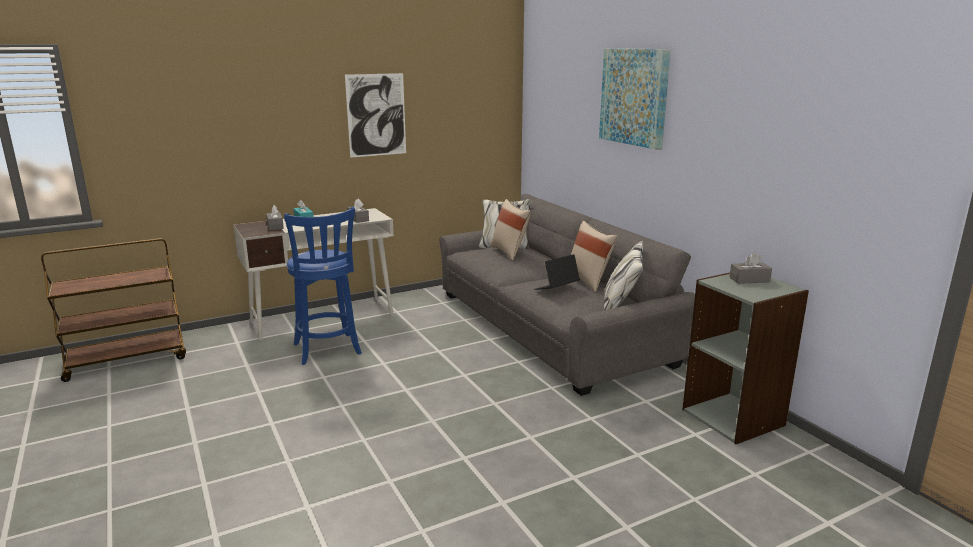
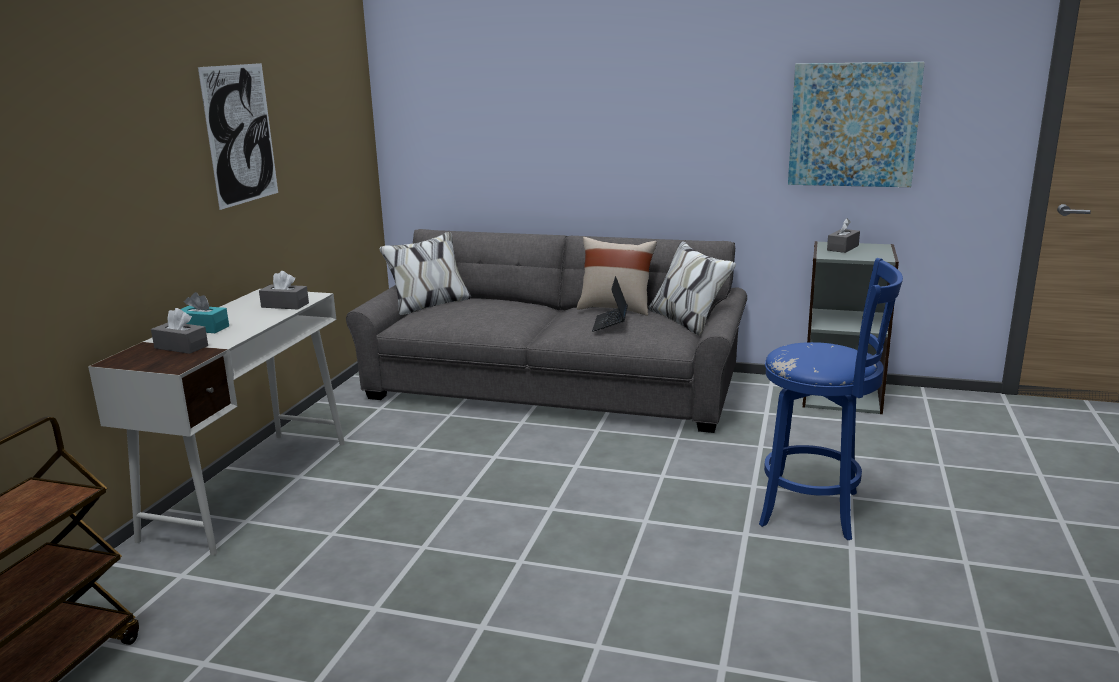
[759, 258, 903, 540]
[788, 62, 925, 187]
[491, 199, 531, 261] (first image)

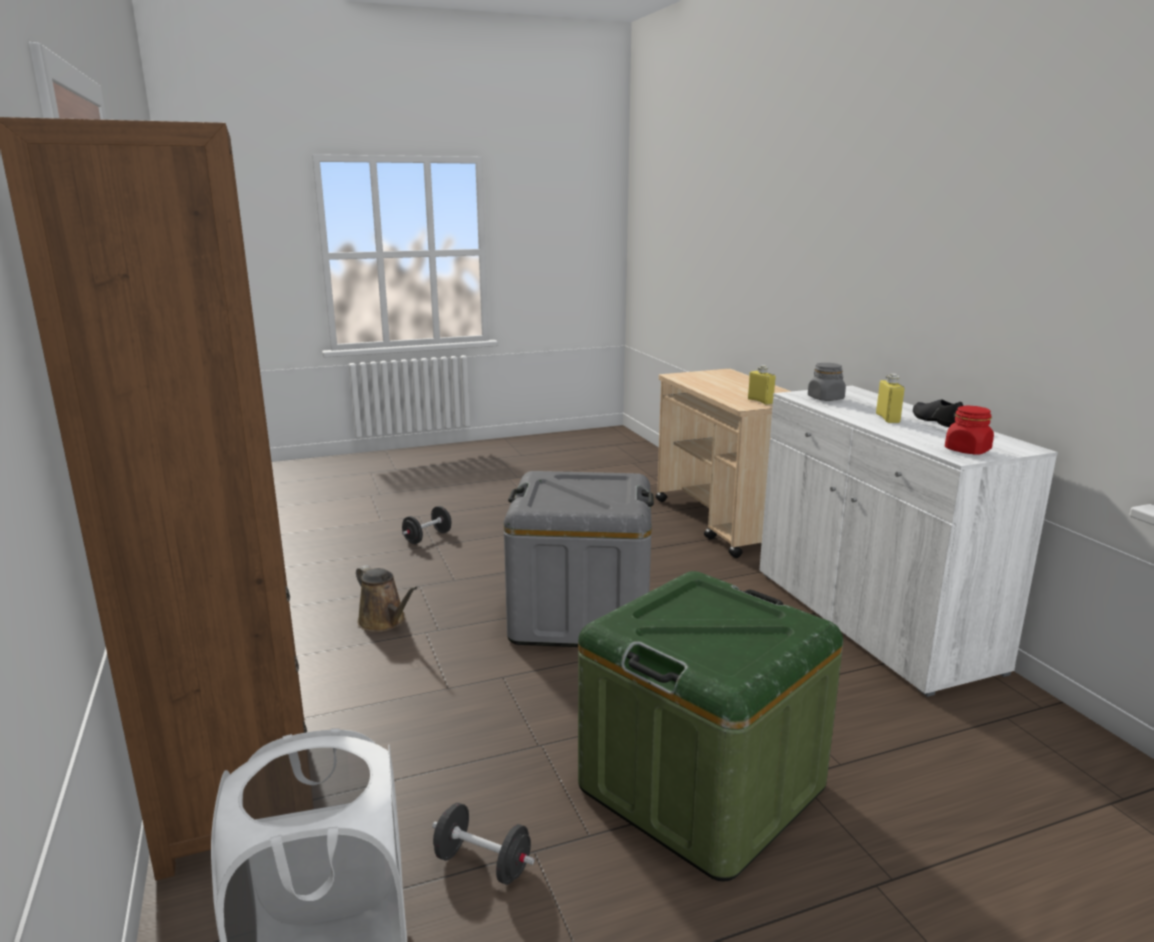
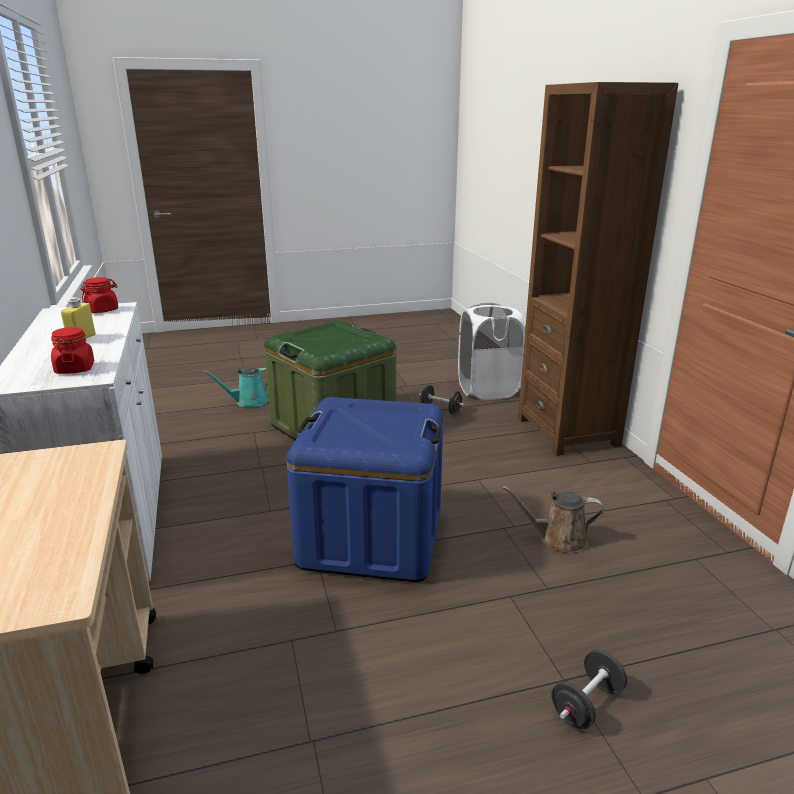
[51, 327, 94, 374]
[203, 367, 269, 407]
[286, 397, 443, 582]
[502, 486, 604, 553]
[748, 365, 776, 405] (first image)
[913, 399, 963, 427] (first image)

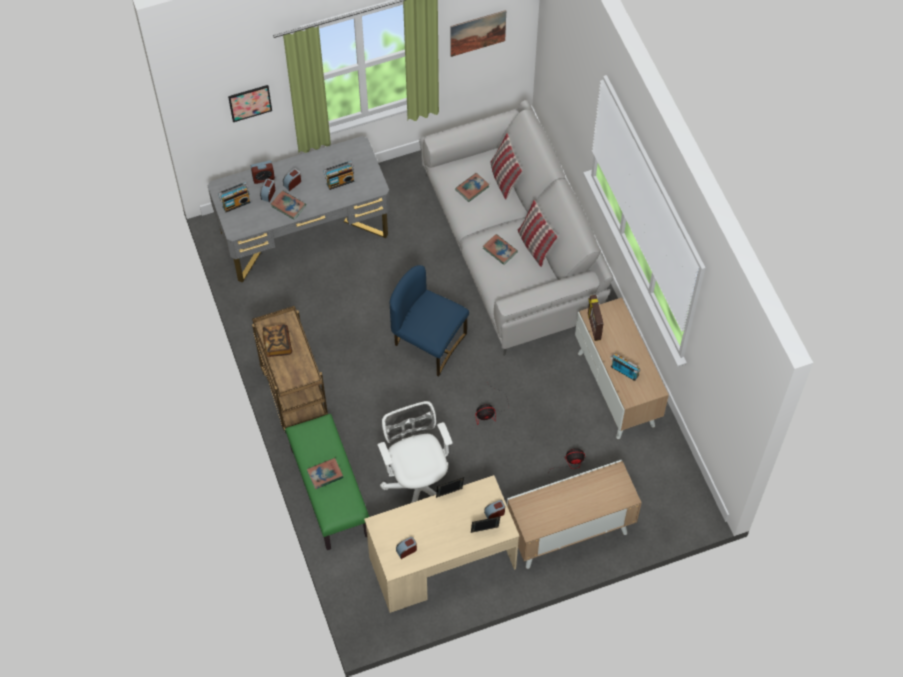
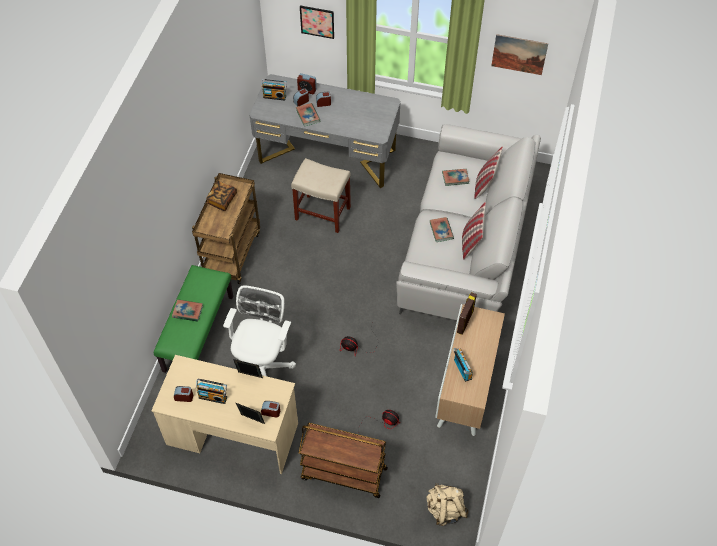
[196, 379, 227, 404]
[291, 158, 351, 233]
[299, 423, 388, 498]
[427, 483, 469, 526]
[390, 265, 469, 377] (first image)

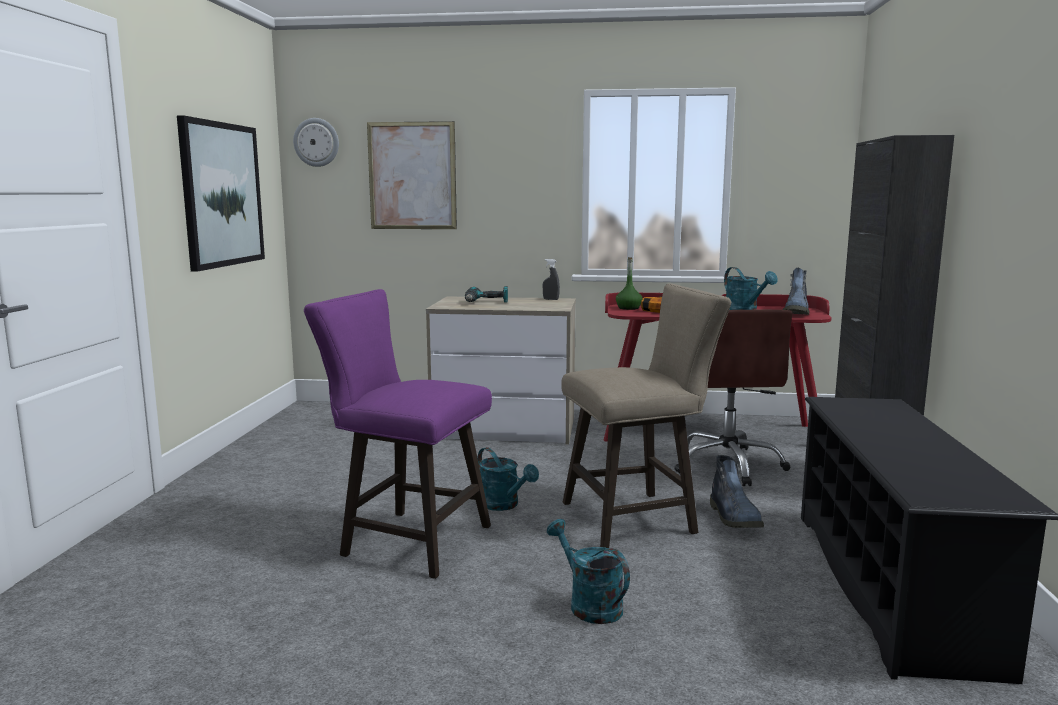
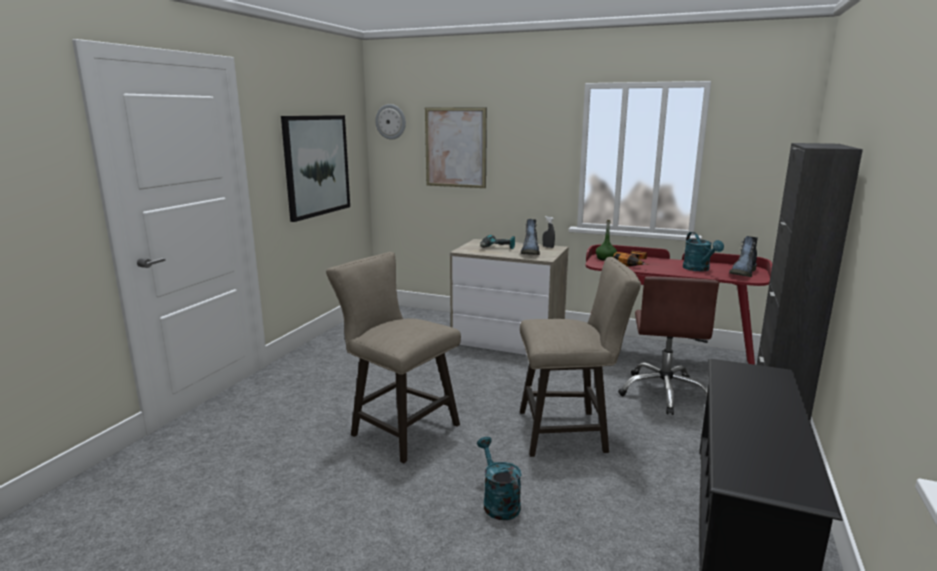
[326, 252, 461, 463]
[521, 219, 540, 255]
[478, 447, 539, 511] (first image)

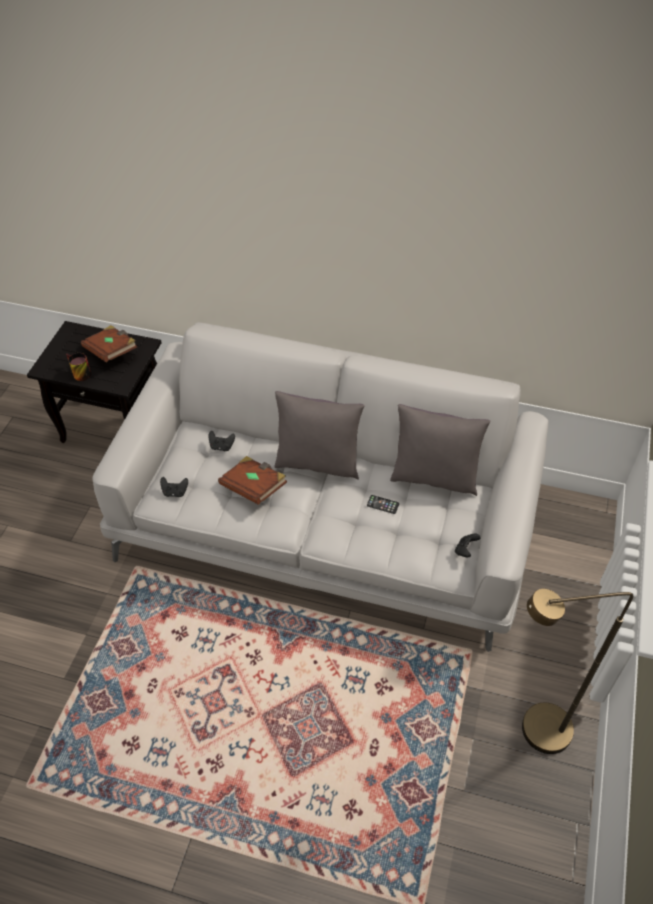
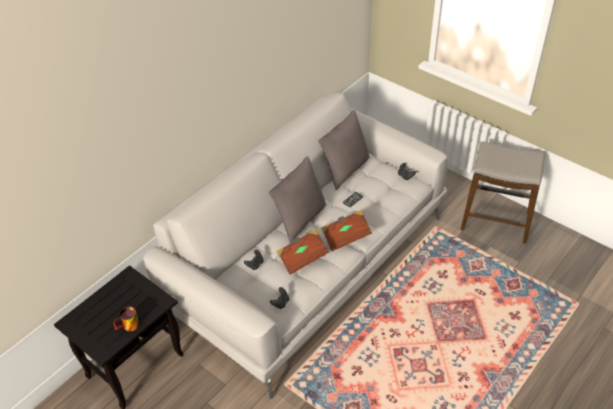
[322, 210, 372, 251]
[460, 141, 545, 244]

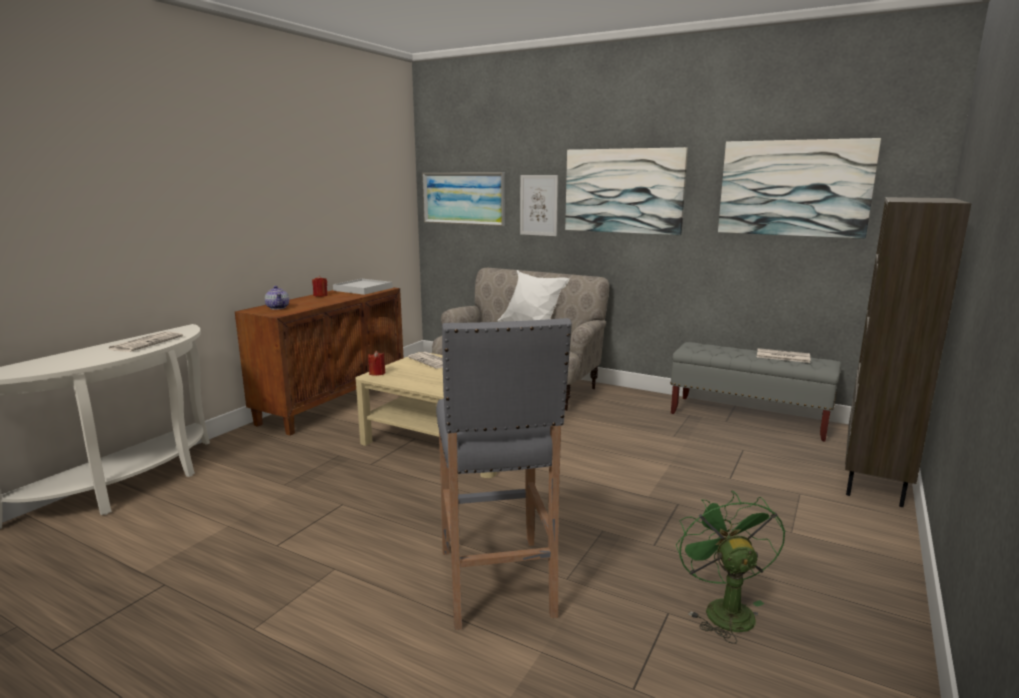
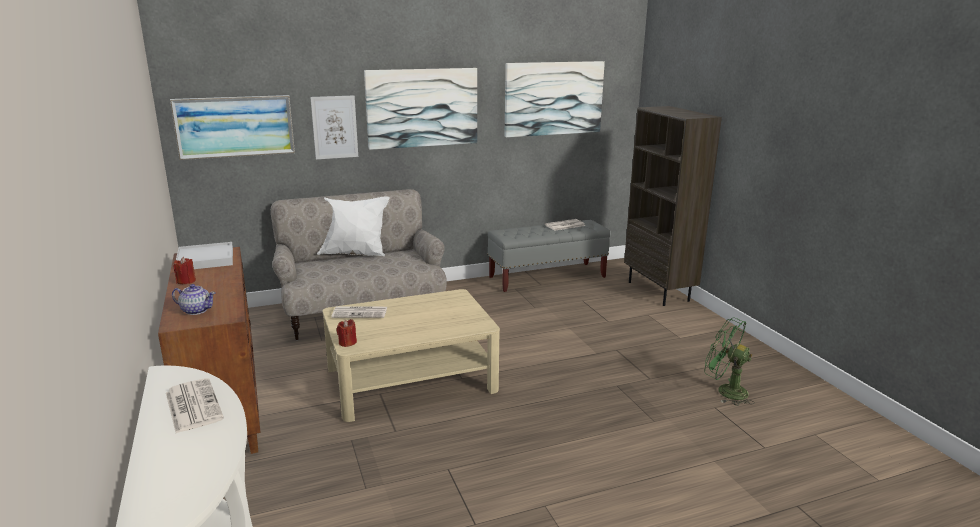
[436, 318, 572, 630] (first image)

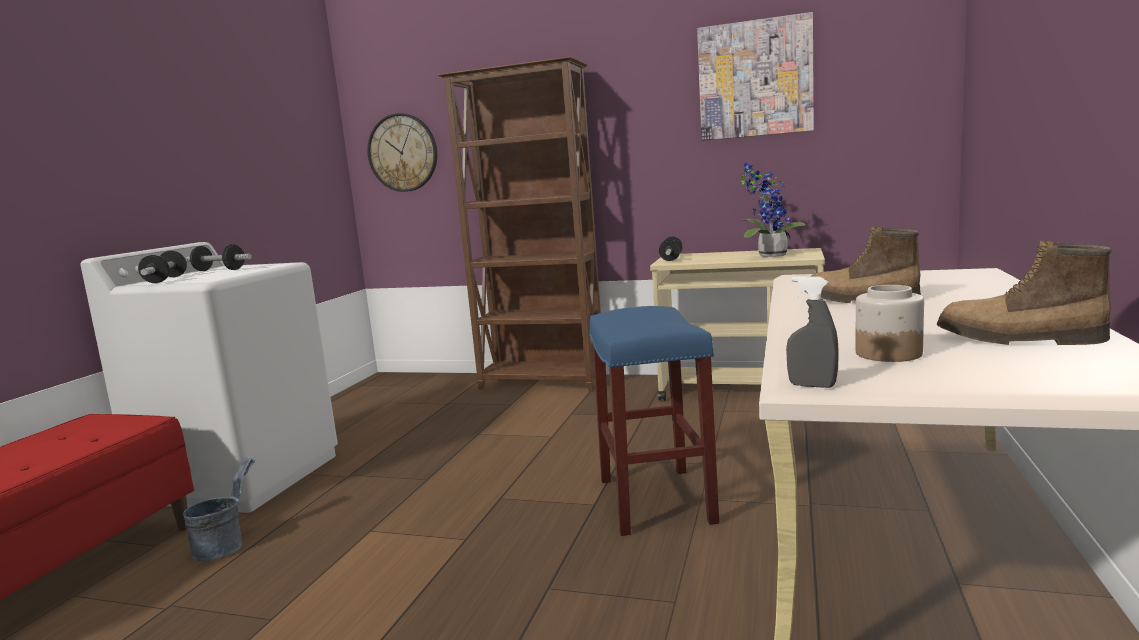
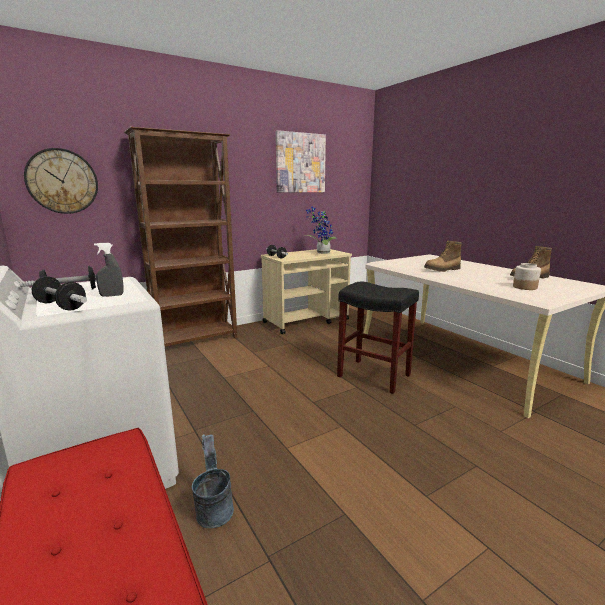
[94, 243, 123, 297]
[337, 282, 419, 394]

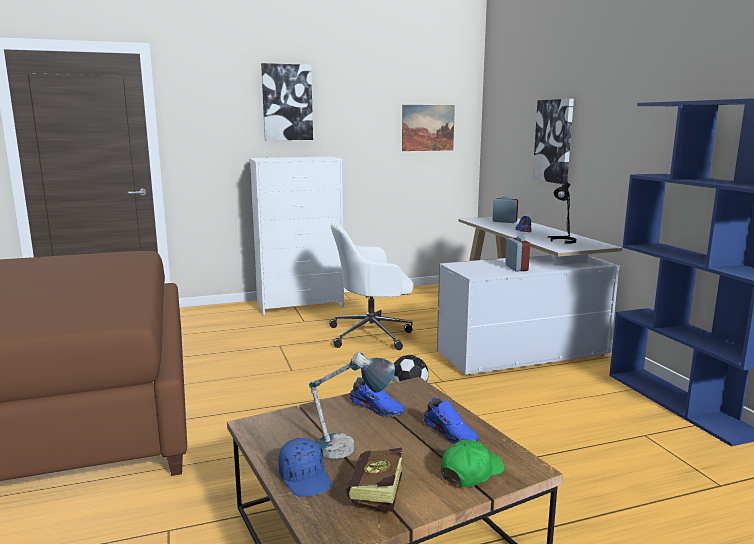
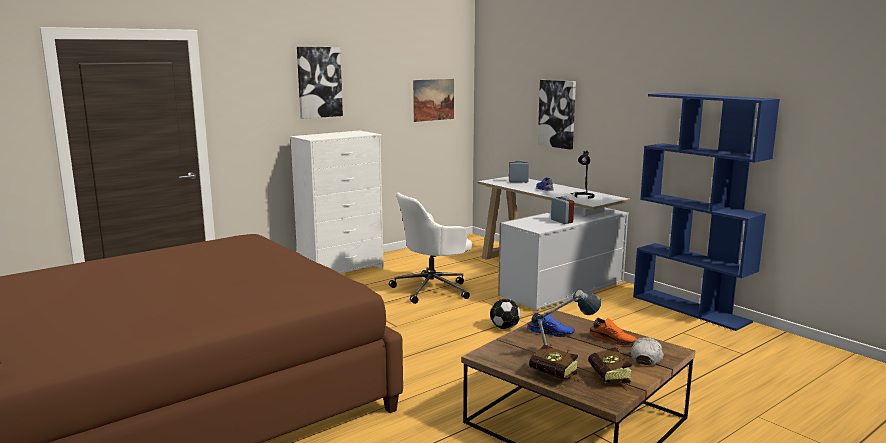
[529, 344, 584, 383]
[589, 318, 637, 345]
[631, 338, 664, 365]

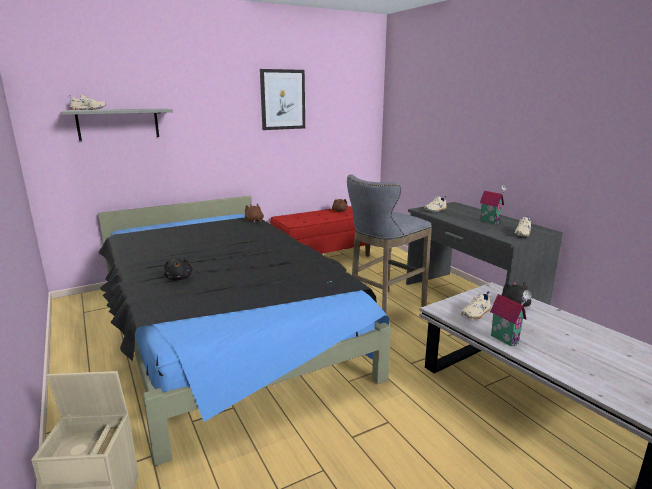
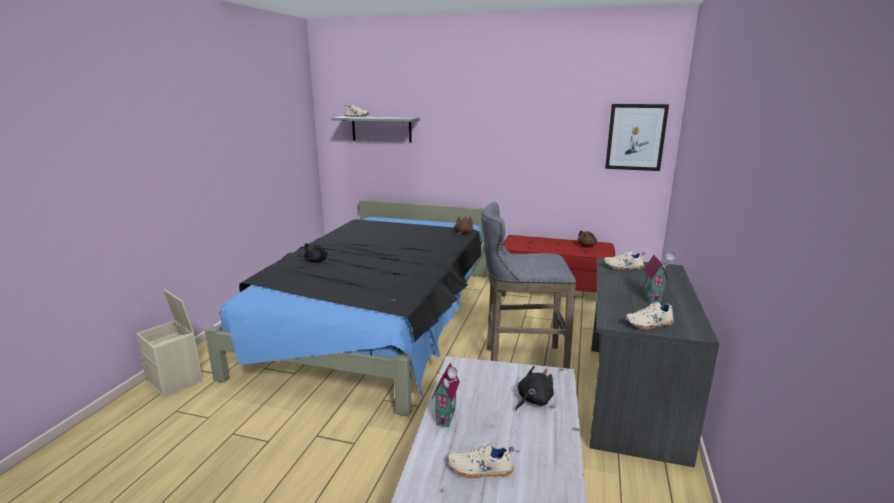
[447, 443, 514, 479]
[605, 104, 669, 171]

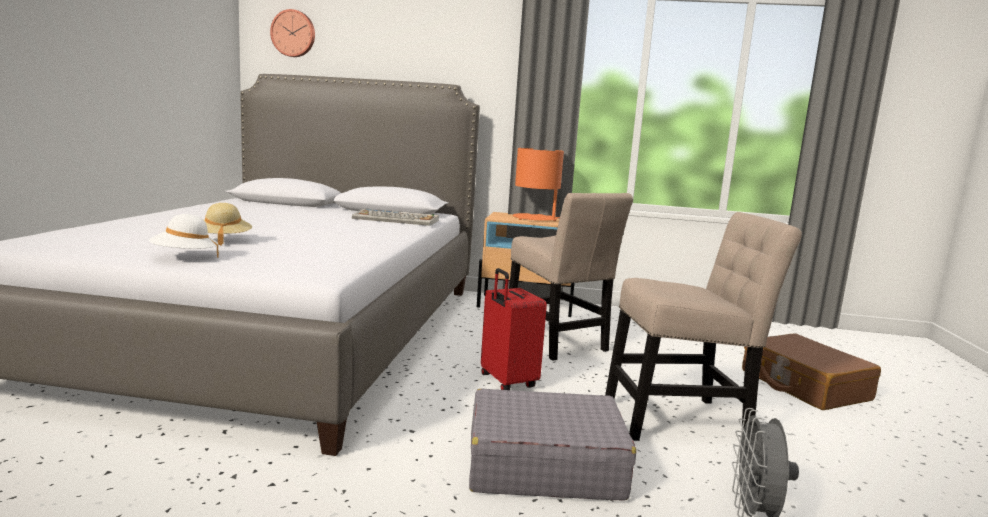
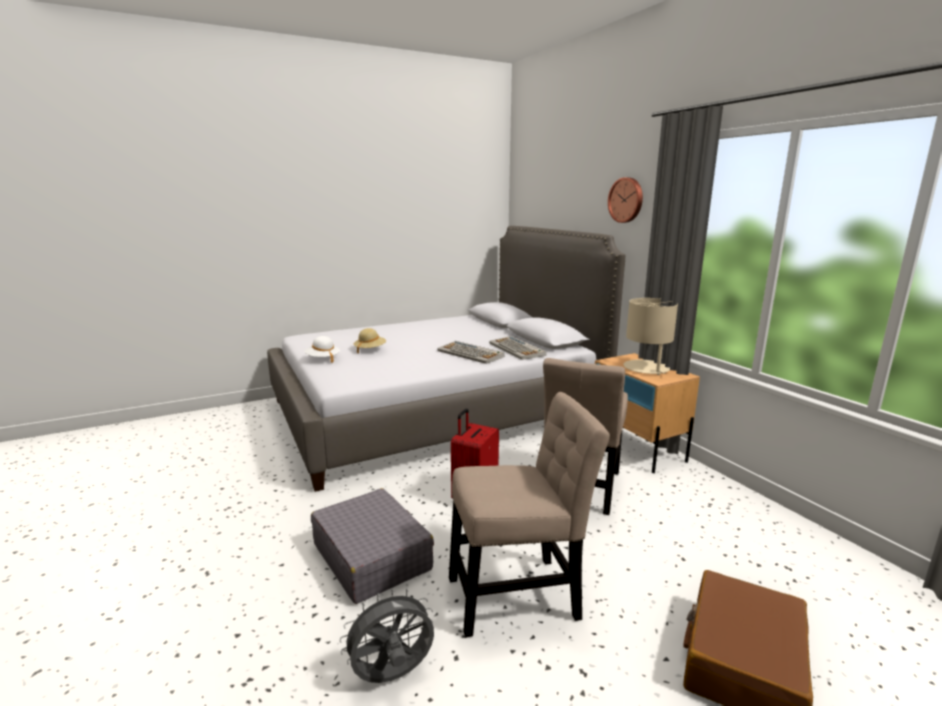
[437, 341, 505, 364]
[449, 392, 610, 637]
[608, 177, 643, 223]
[623, 298, 678, 375]

